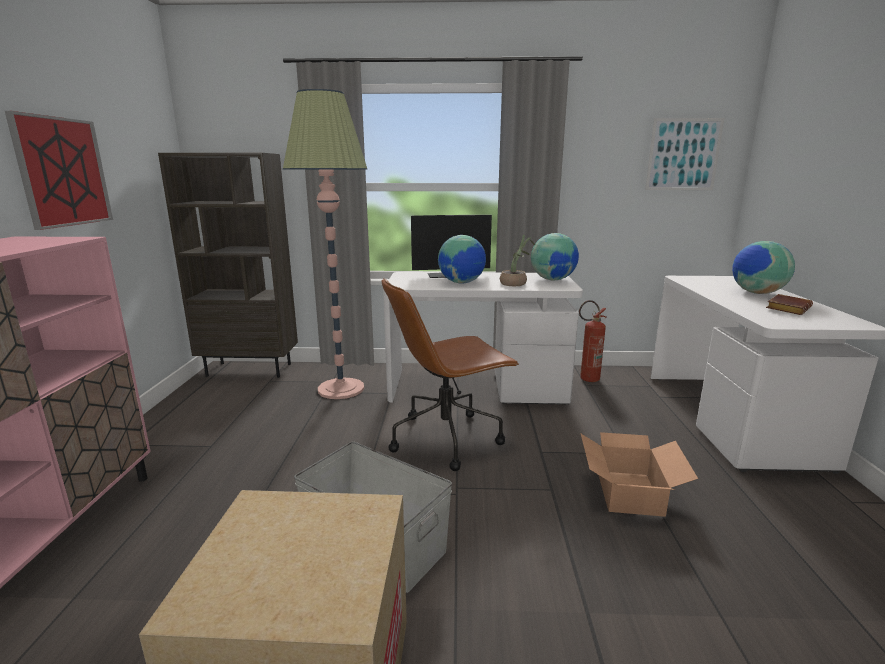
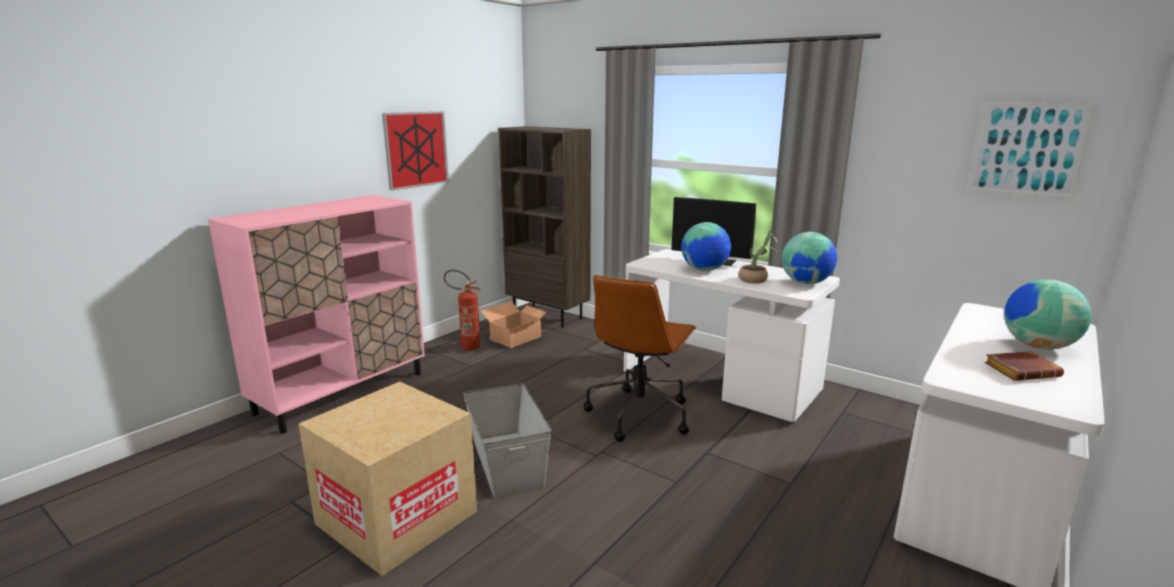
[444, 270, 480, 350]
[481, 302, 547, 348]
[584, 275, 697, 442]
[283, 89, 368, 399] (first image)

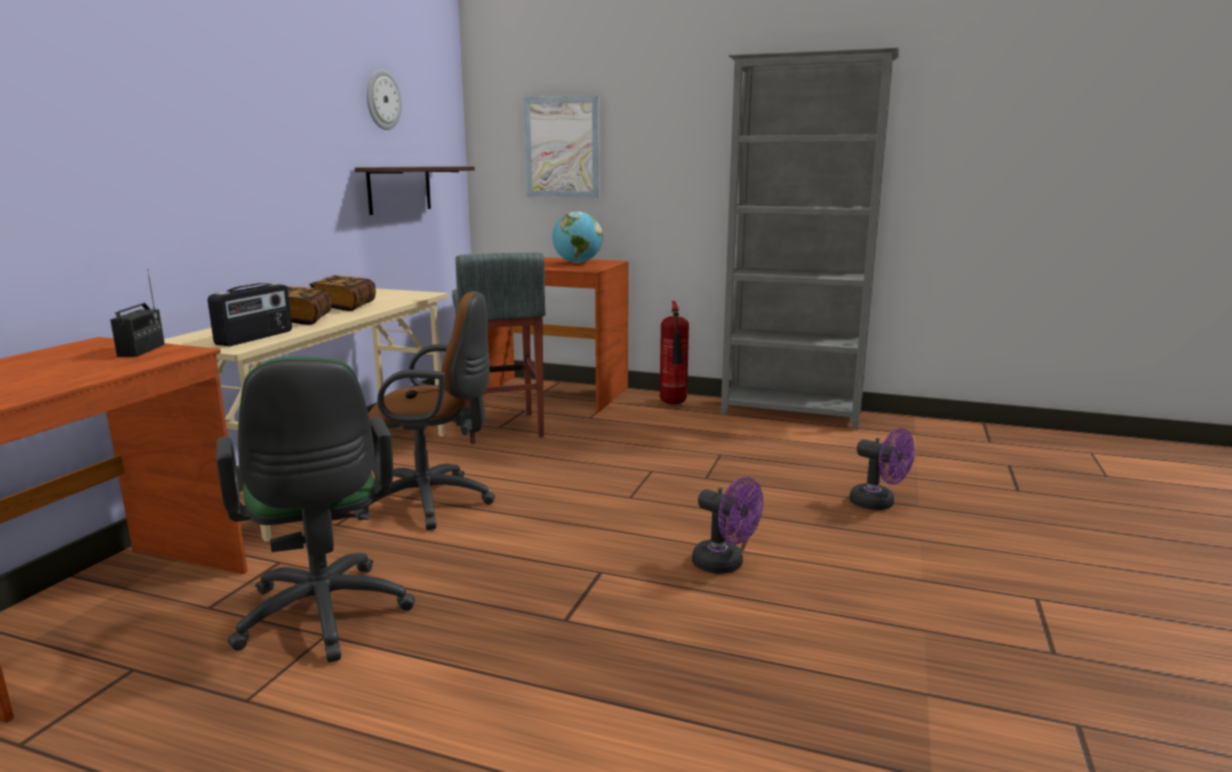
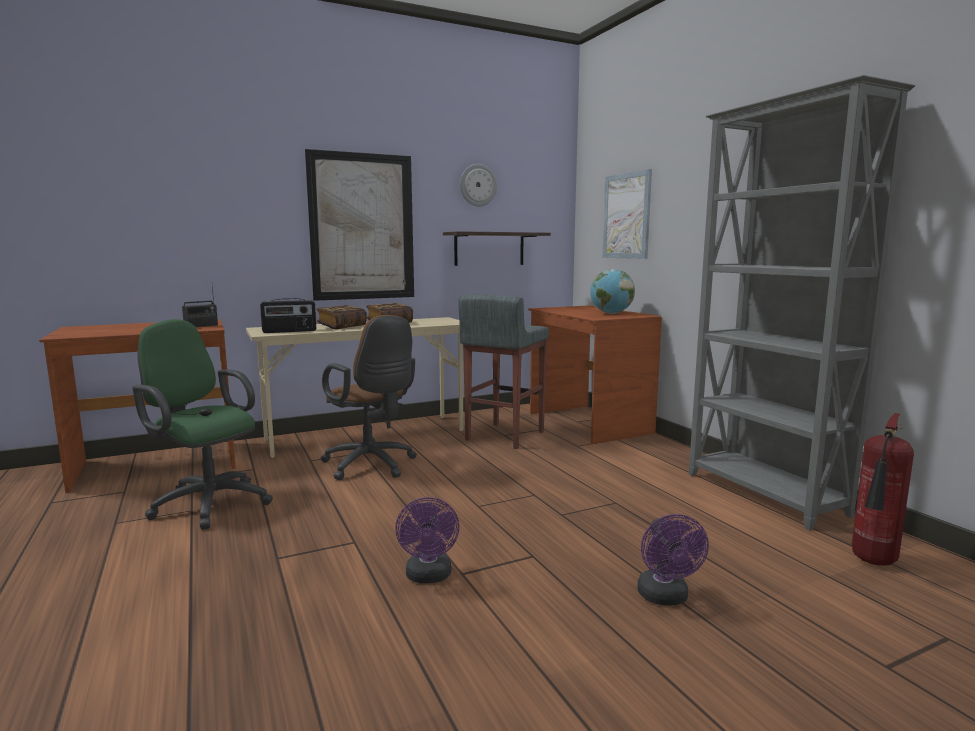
[132, 319, 273, 530]
[305, 149, 414, 301]
[852, 413, 914, 566]

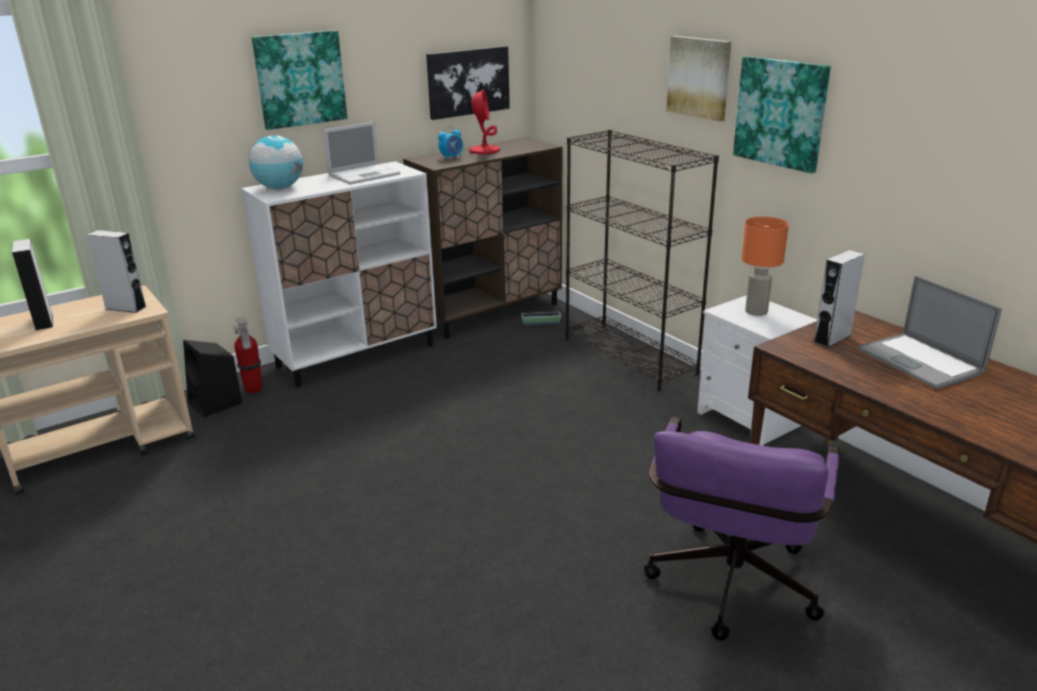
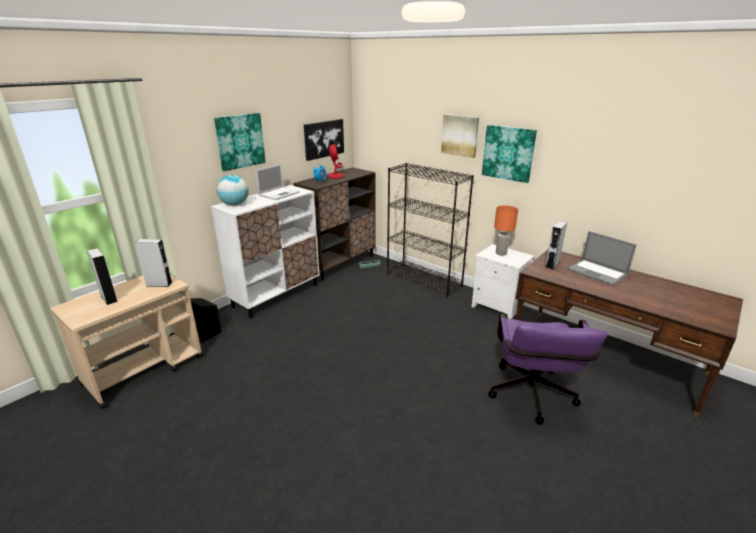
[234, 317, 262, 393] (first image)

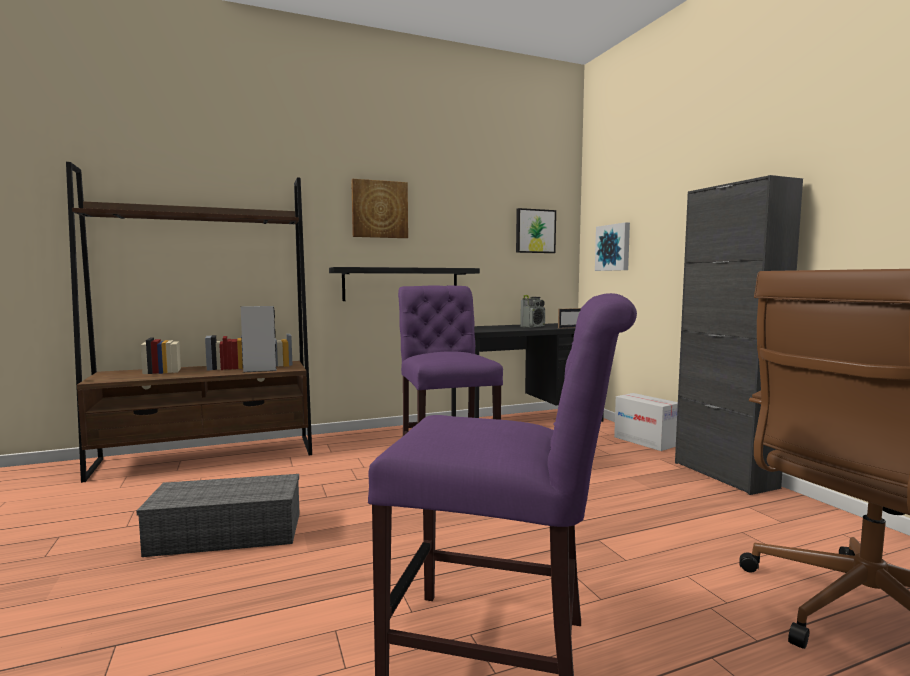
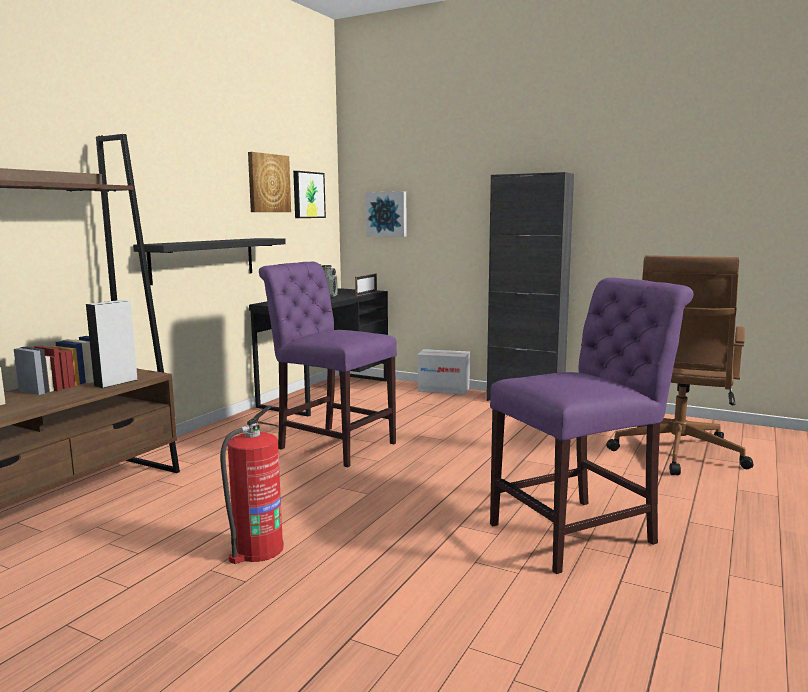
[220, 405, 284, 564]
[248, 152, 291, 212]

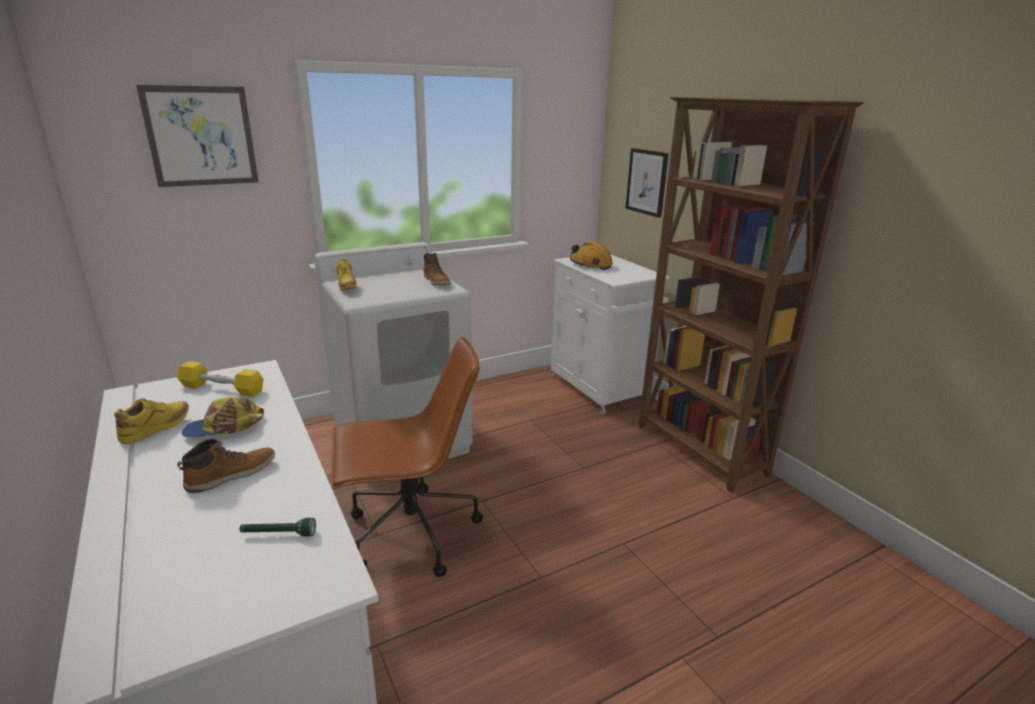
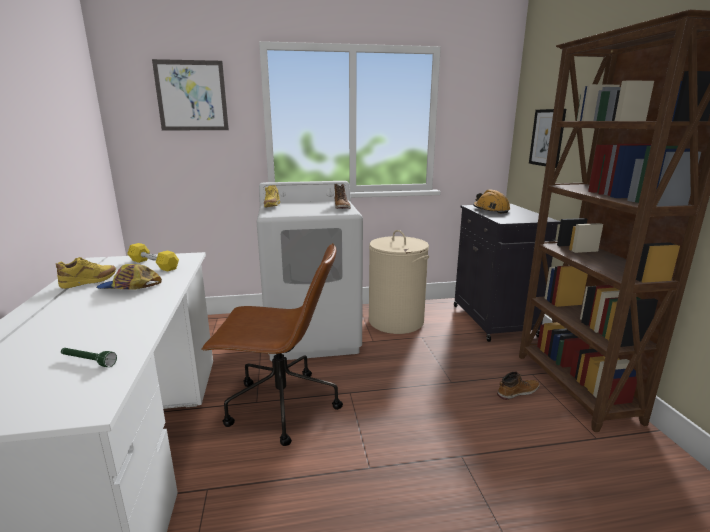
[369, 230, 429, 334]
[454, 204, 561, 342]
[497, 372, 539, 400]

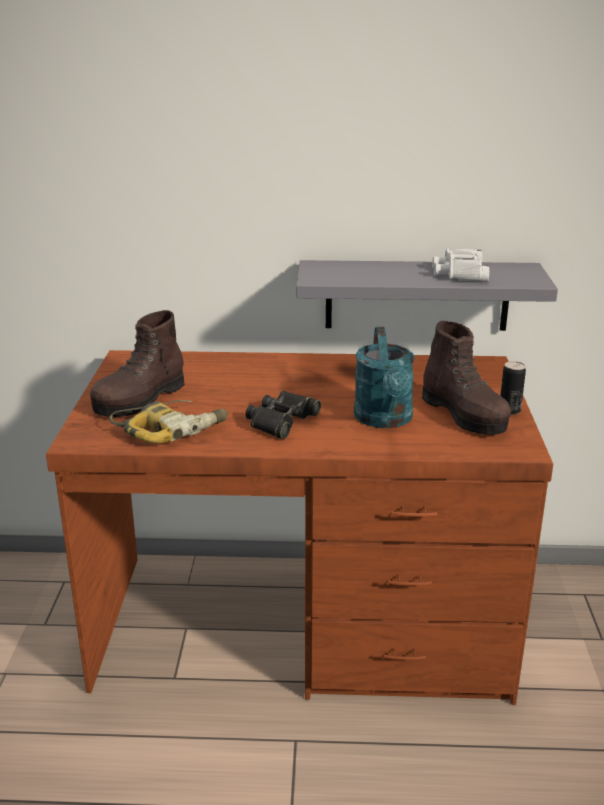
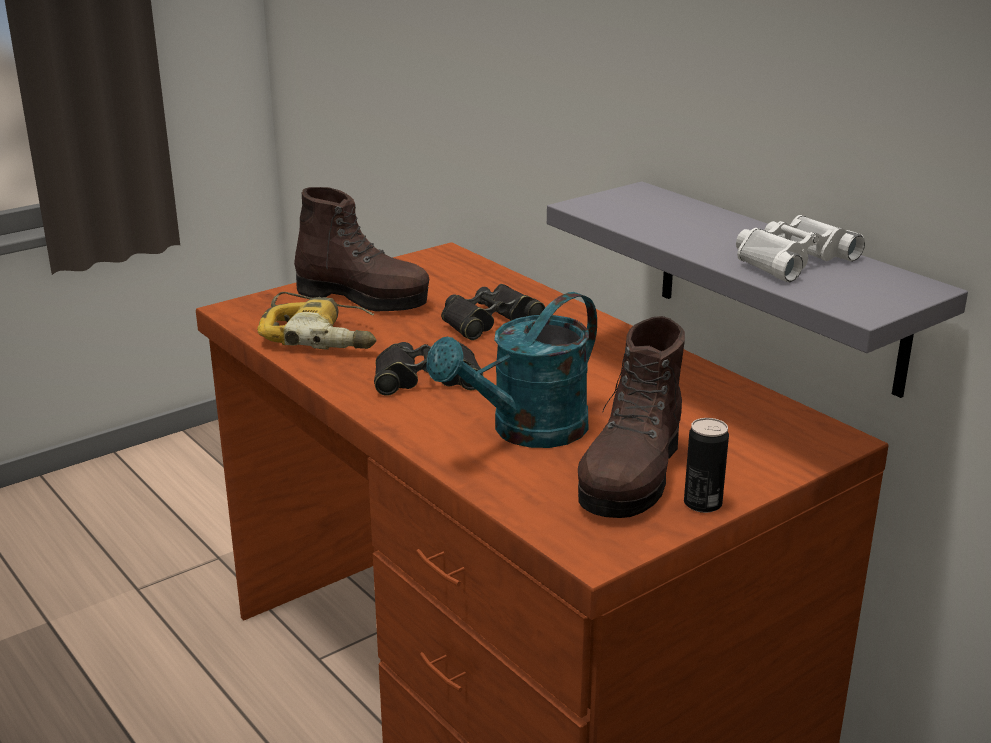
[294, 187, 429, 311]
[441, 284, 545, 340]

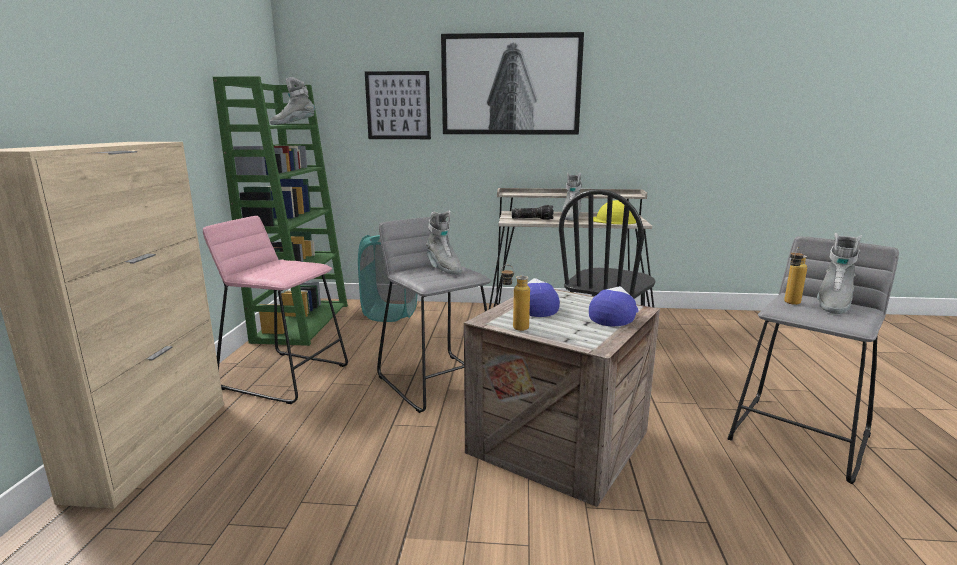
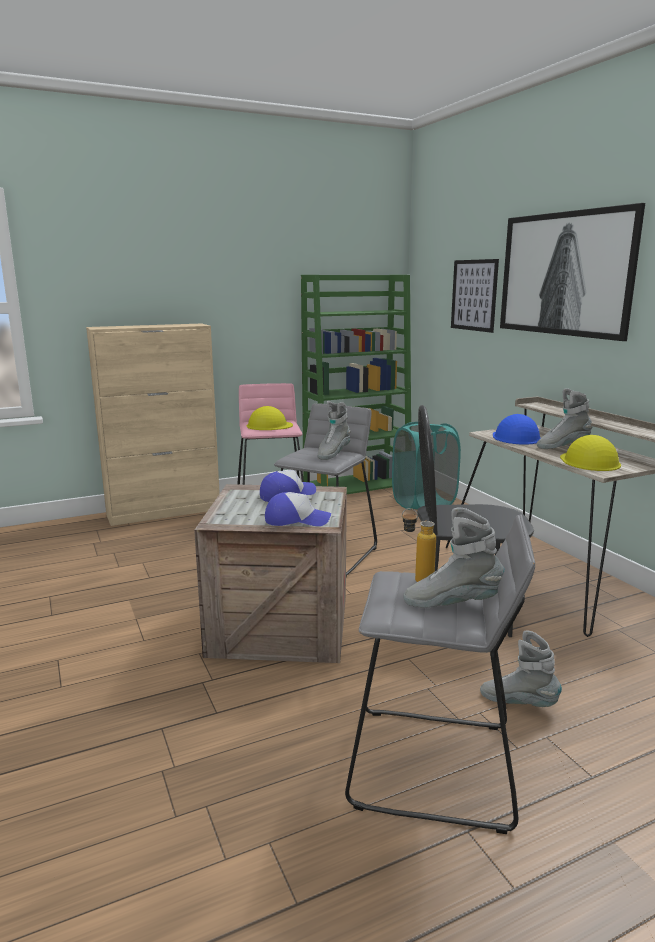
[247, 406, 293, 430]
[480, 631, 562, 707]
[493, 414, 541, 445]
[501, 265, 530, 331] (first image)

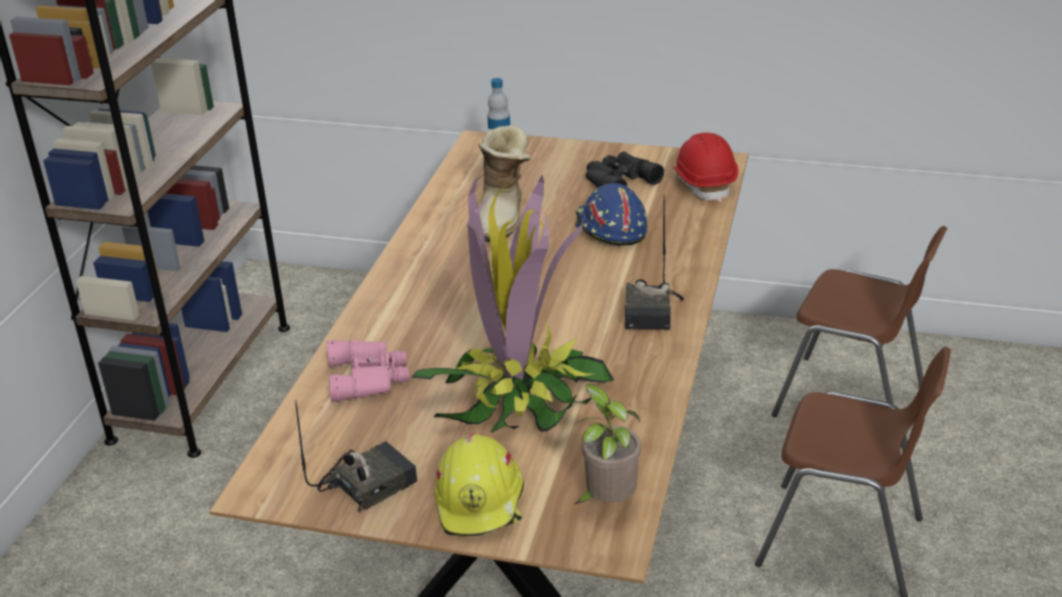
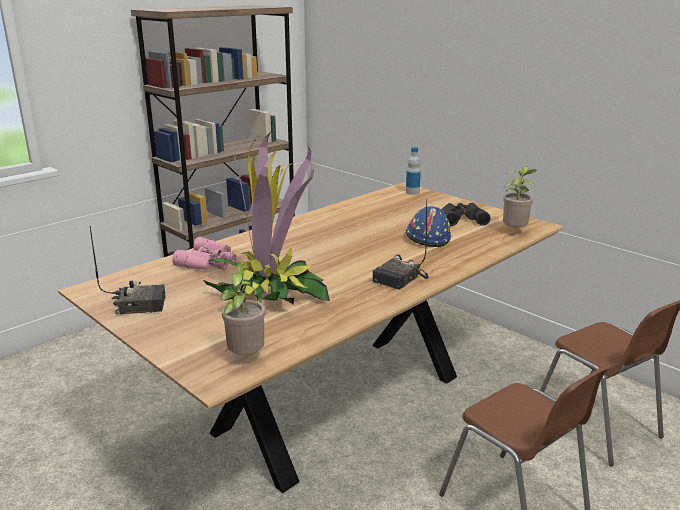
[503, 167, 537, 227]
[434, 434, 524, 536] (first image)
[478, 125, 531, 242] (first image)

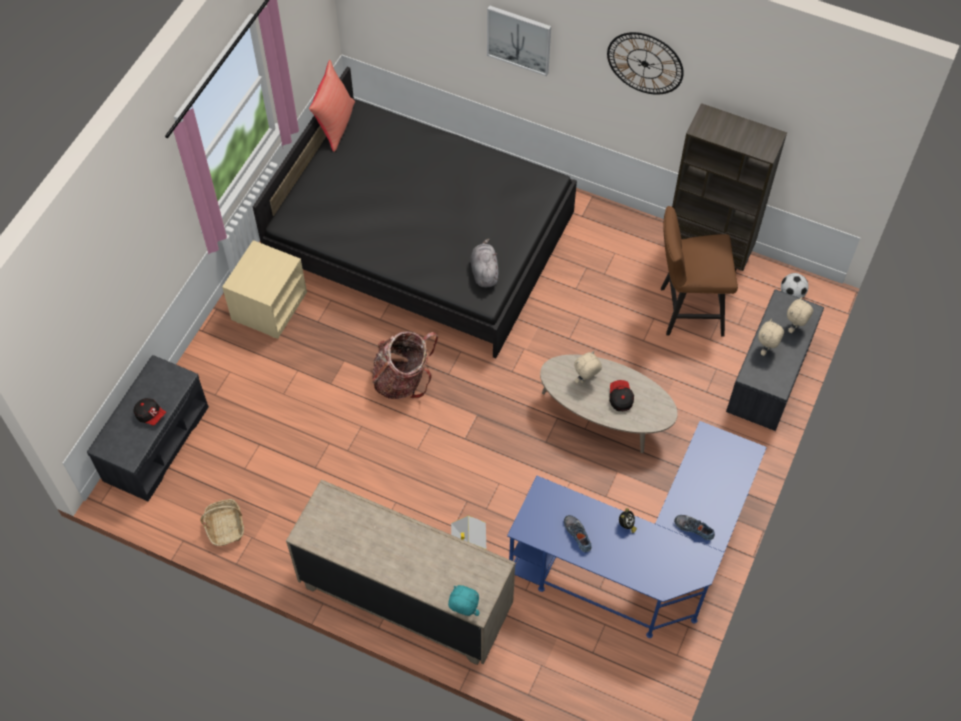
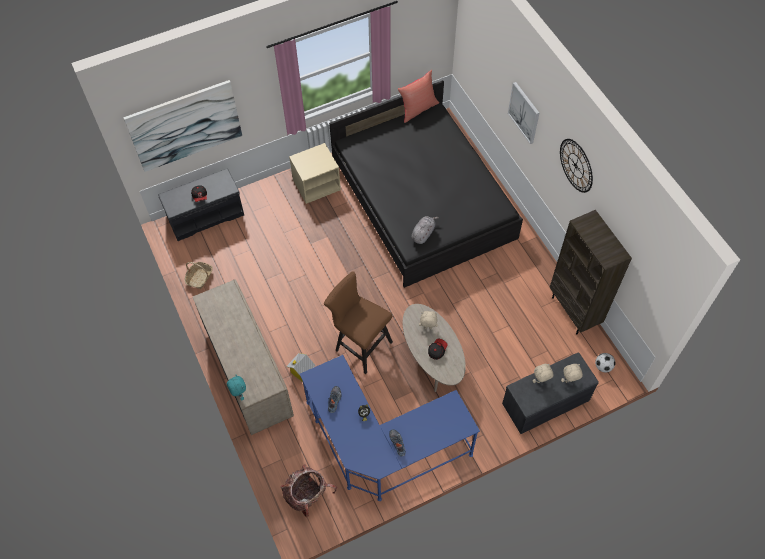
[123, 80, 242, 172]
[280, 464, 337, 517]
[324, 271, 393, 374]

